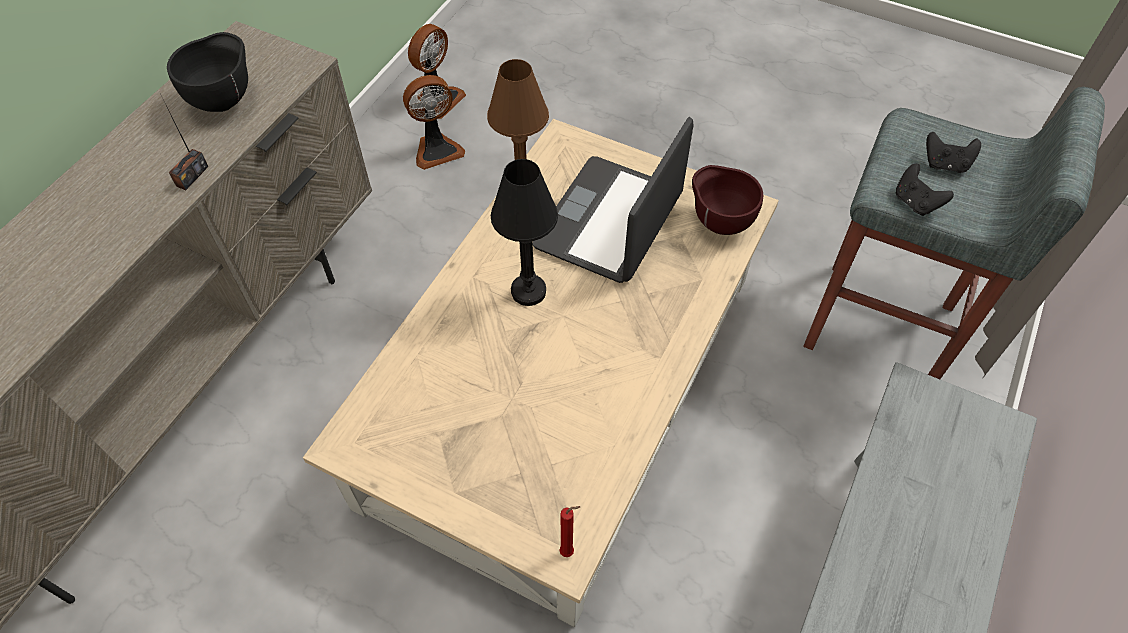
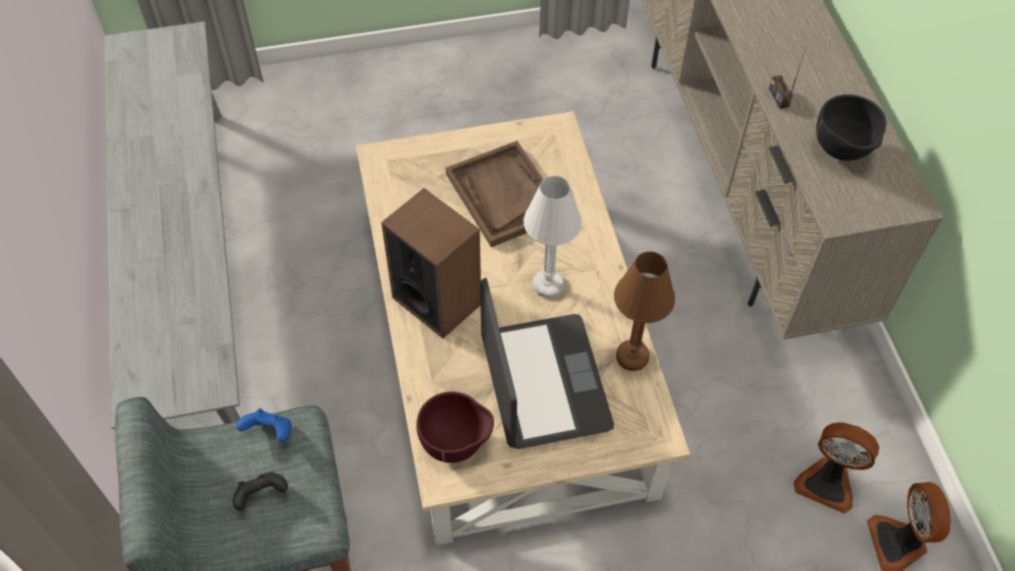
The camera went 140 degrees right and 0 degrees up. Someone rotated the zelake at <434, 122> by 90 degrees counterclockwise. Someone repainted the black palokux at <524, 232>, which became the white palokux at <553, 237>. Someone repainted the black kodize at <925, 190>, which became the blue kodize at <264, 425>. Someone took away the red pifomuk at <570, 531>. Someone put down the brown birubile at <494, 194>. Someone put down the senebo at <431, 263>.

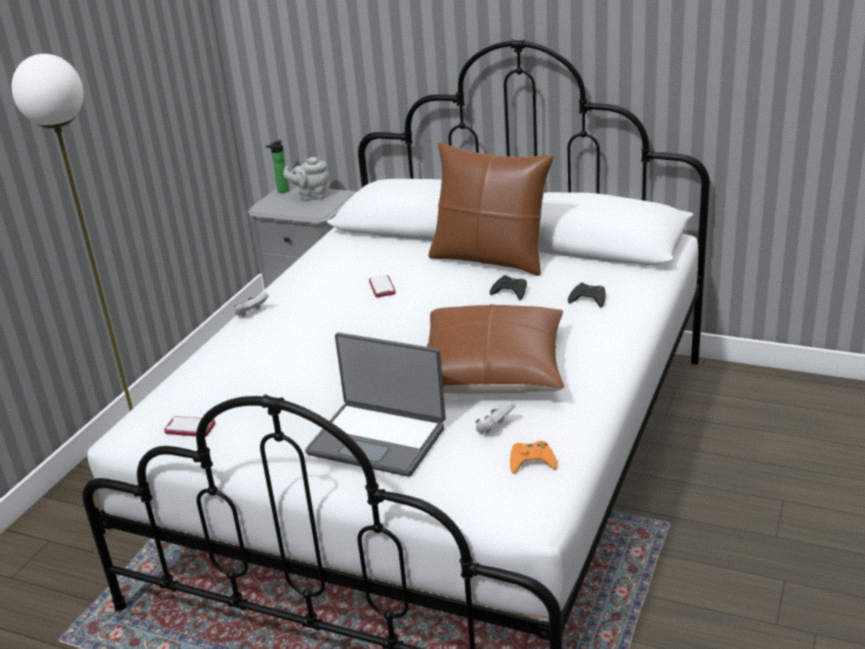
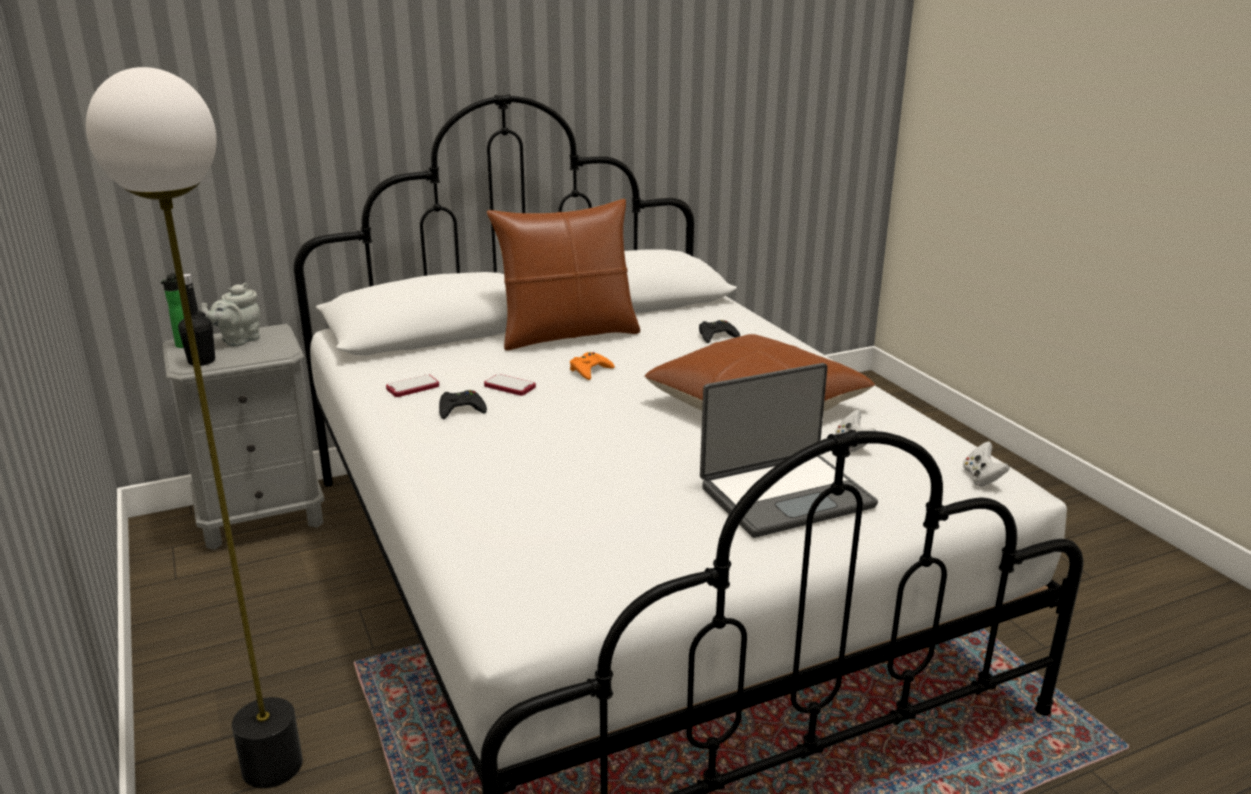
The camera went 50 degrees left and 5 degrees down. Someone carried the black kodize from <508, 287> to <463, 404>. Someone carried the white kodize from <251, 304> to <986, 464>. Someone carried the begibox from <189, 426> to <412, 385>. Someone carried the orange kodize from <533, 457> to <592, 366>. Someone put down the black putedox at <196, 320>.

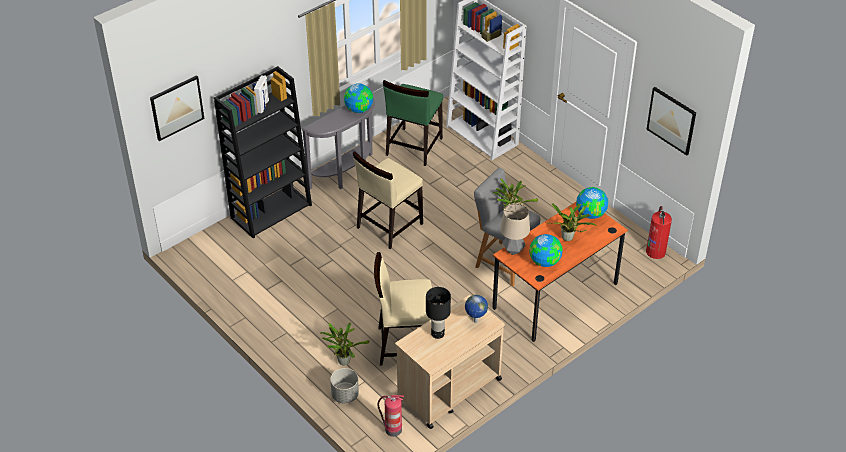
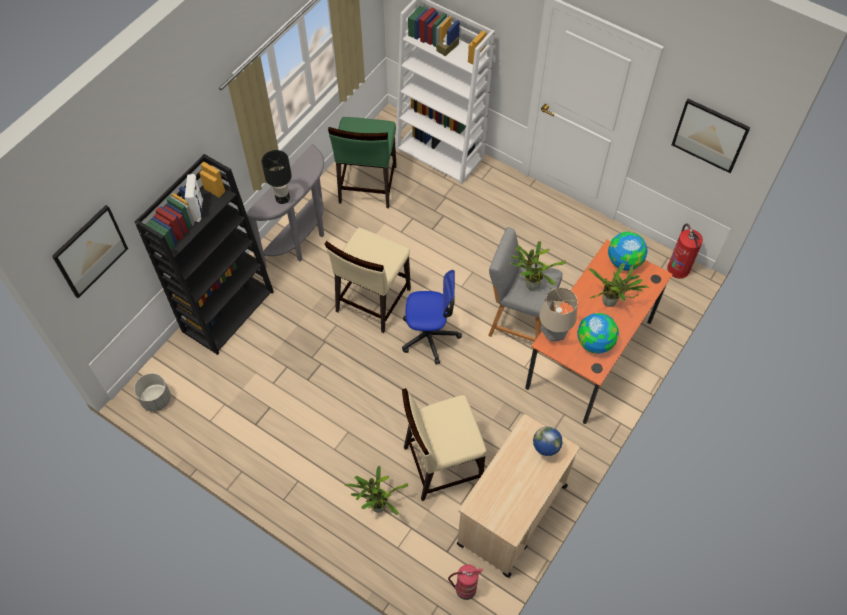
The camera went 15 degrees left and 15 degrees up. Someone took away the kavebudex at <358, 98>. Someone carried the black palokux from <438, 313> to <277, 177>. Someone carried the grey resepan from <344, 385> to <152, 392>. Someone put down the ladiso at <432, 317>.

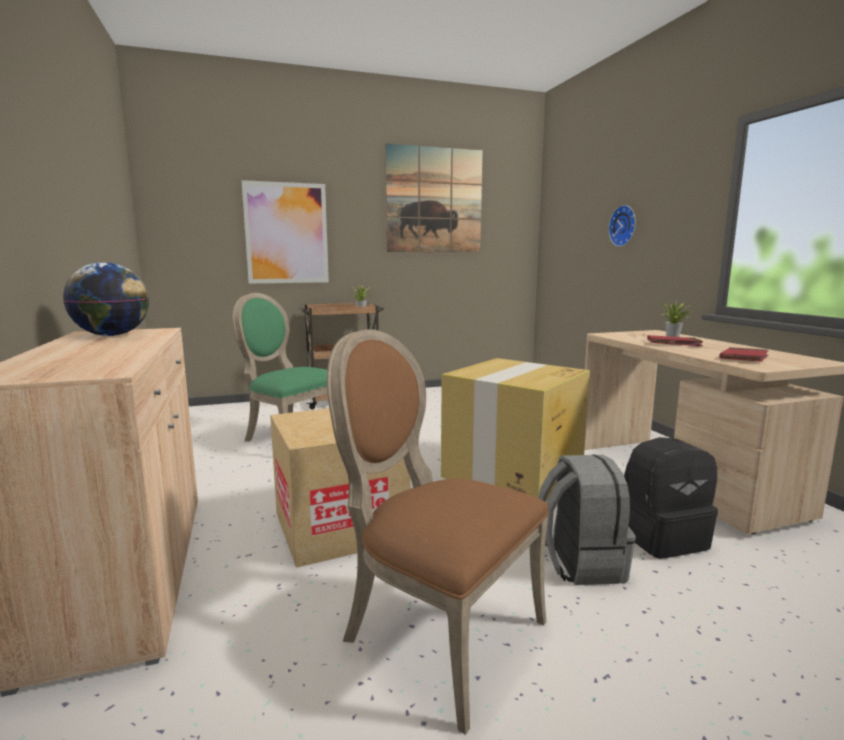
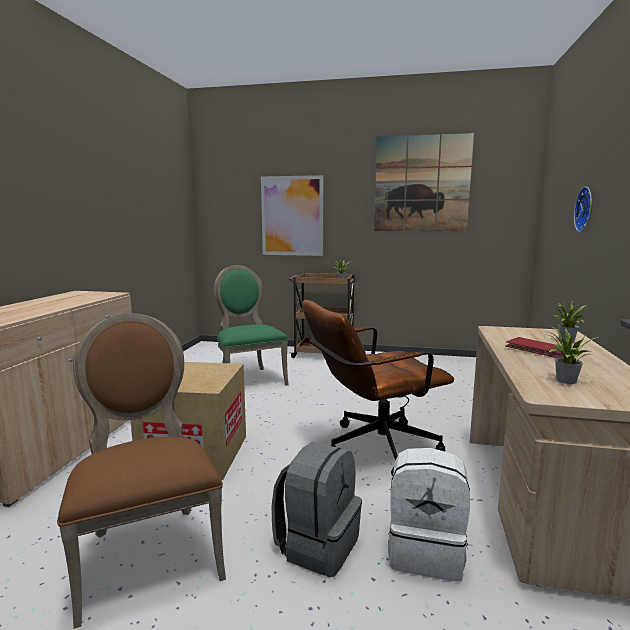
The camera went 30 degrees right and 0 degrees up. Someone took away the kavebudex at <106, 299>. Someone swapped the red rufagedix at <744, 354> for the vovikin at <571, 355>. Someone swapped the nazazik at <515, 429> for the brown ladiso at <378, 388>. Someone repainted the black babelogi at <671, 498>, which became the white babelogi at <429, 515>.

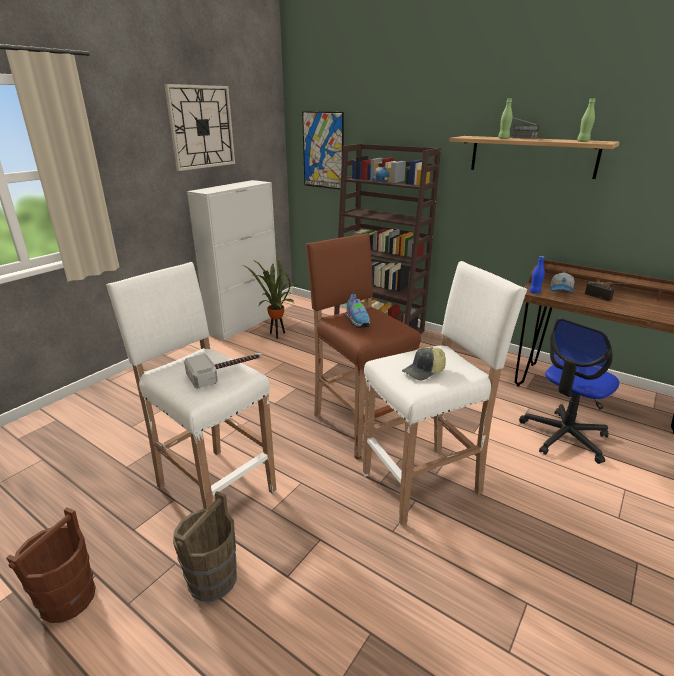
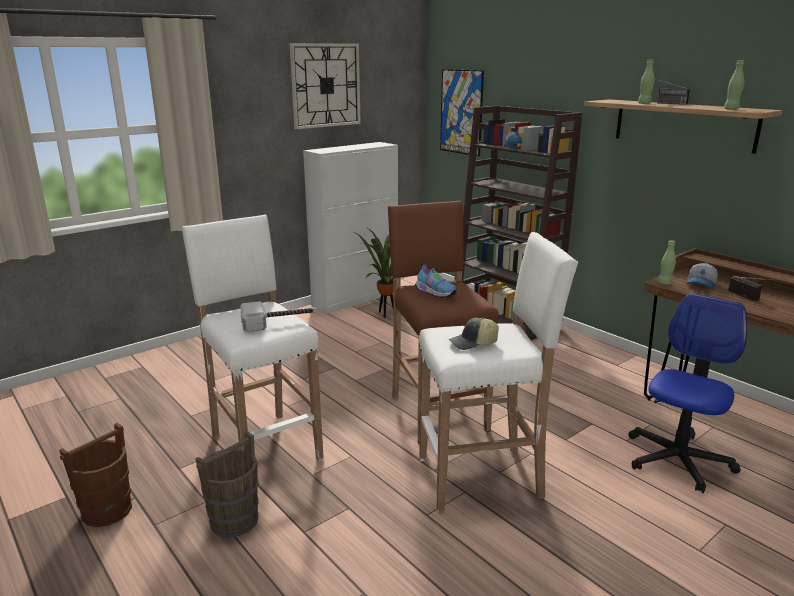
The camera went 15 degrees right and 5 degrees down. Someone repainted the blue putedox at <537, 274>, which became the green putedox at <667, 262>. Someone rotated the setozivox at <358, 310> by 45 degrees counterclockwise. Someone rotated the ladiso at <569, 391> by 150 degrees clockwise.

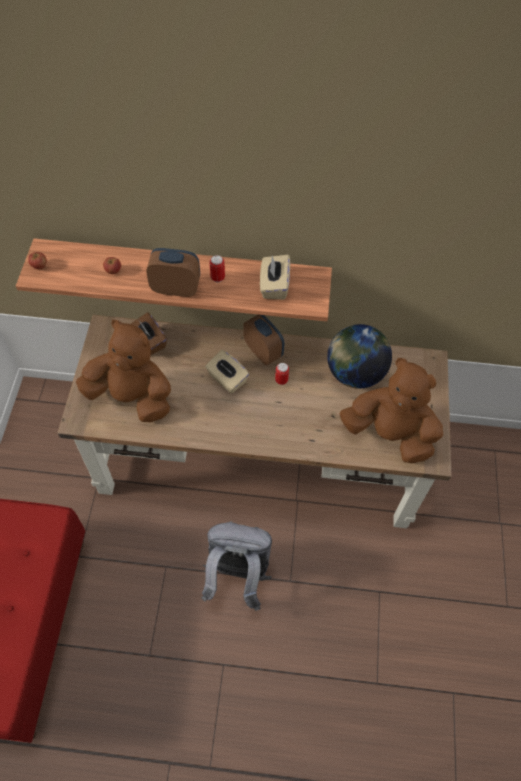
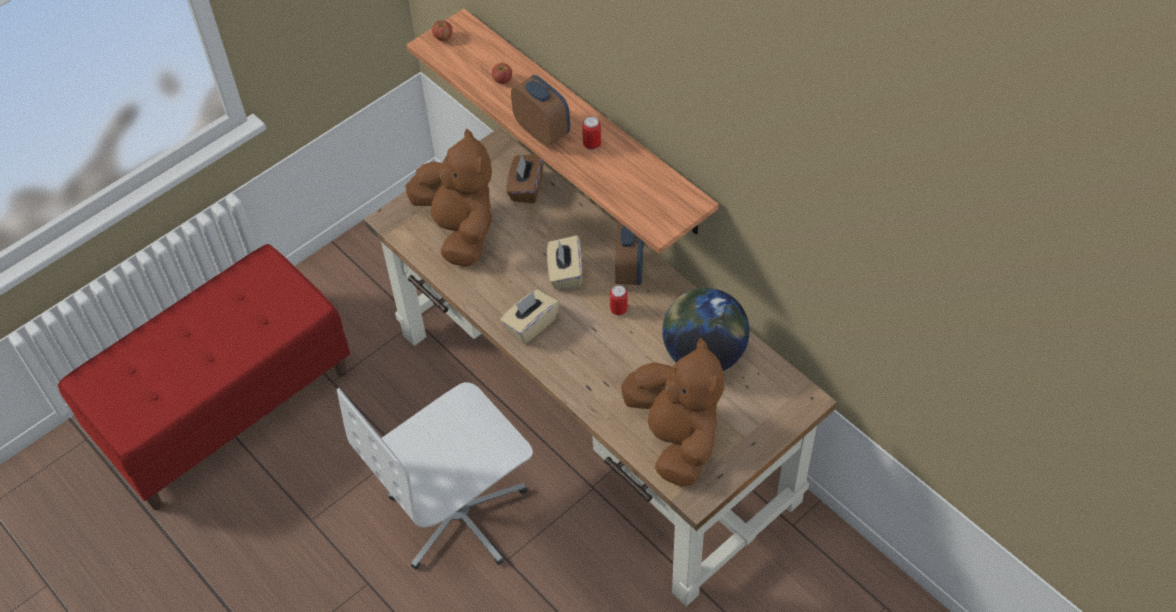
The camera went 45 degrees right and 5 degrees down. Someone carried the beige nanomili from <275, 277> to <529, 316>. Someone swapped the grey babelogi at <236, 566> for the white ladiso at <435, 476>.

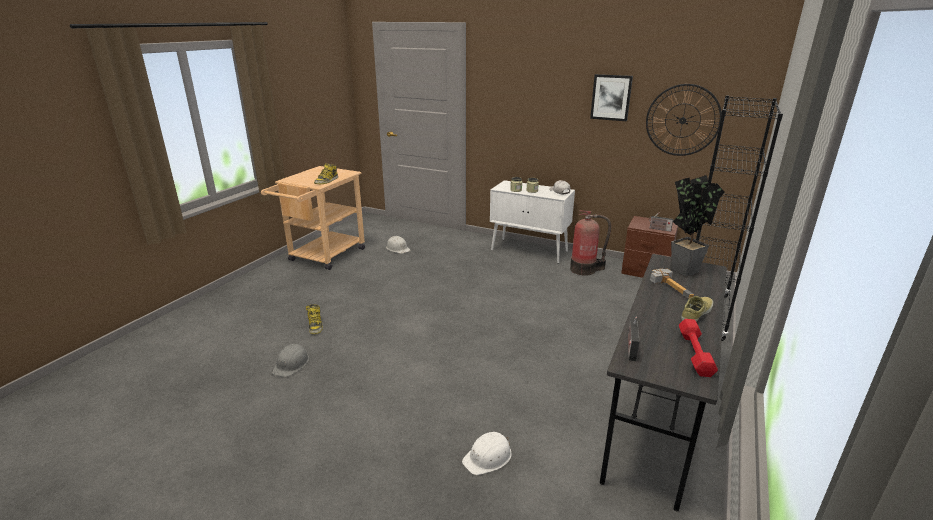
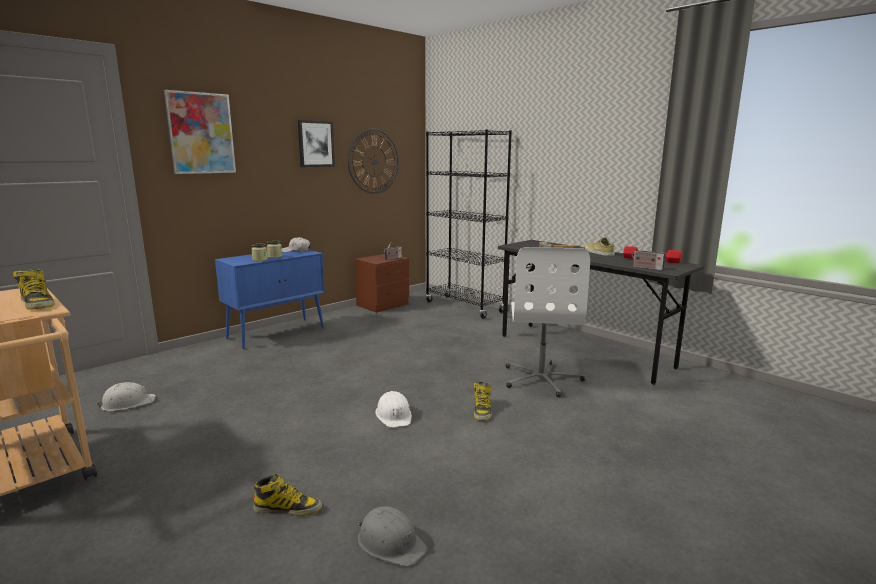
The camera went 70 degrees left and 10 degrees down. Someone took away the vovikin at <698, 225>. Someone repainted the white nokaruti at <532, 221>, which became the blue nokaruti at <270, 299>. Someone took away the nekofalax at <590, 242>. Someone carried the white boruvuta from <486, 453> to <393, 409>. Someone put up the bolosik at <200, 132>. Someone put down the white ladiso at <547, 322>. Someone put down the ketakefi at <482, 401>.

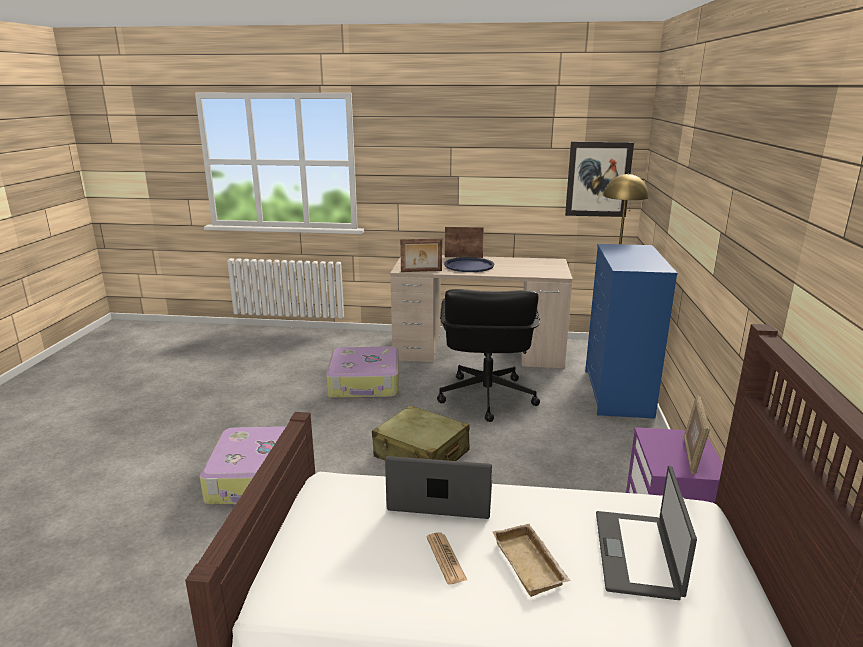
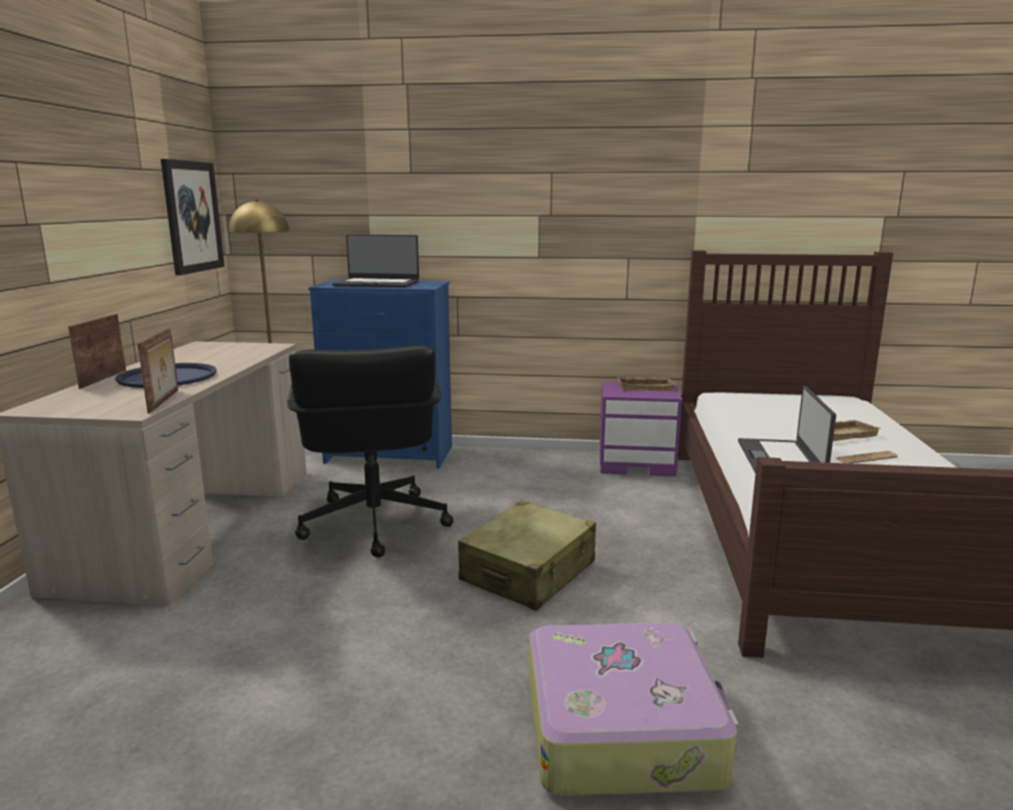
The camera went 90 degrees left and 5 degrees down. Someone rotated the black ladiso at <488, 355> by 75 degrees clockwise. Someone took away the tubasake at <362, 373>. Someone swapped the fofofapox at <697, 435> for the beige birubile at <646, 384>. Someone carried the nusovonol from <646, 533> to <375, 261>.

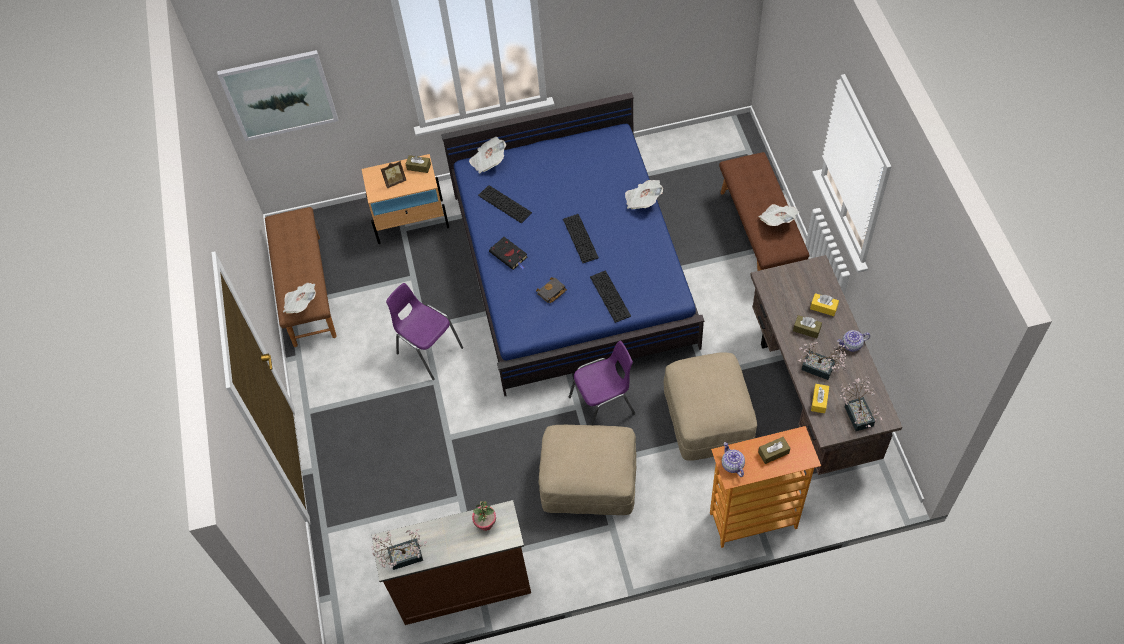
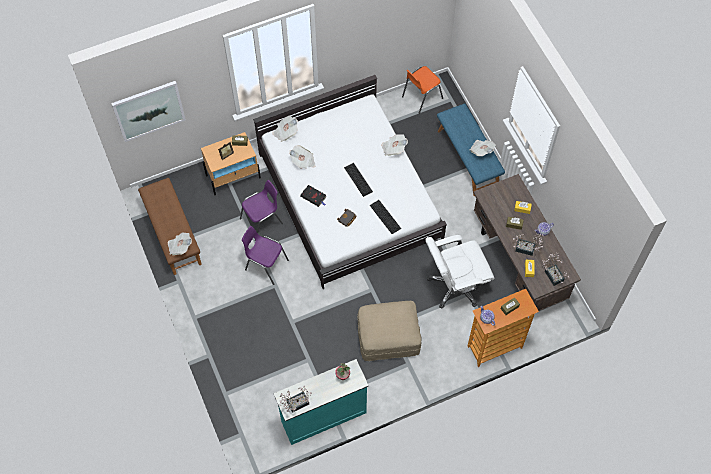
The camera went 15 degrees left and 5 degrees up. Someone repainted the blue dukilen at <572, 244>, which became the white dukilen at <350, 182>. Someone repainted the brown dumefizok at <764, 211>, which became the blue dumefizok at <471, 149>. Someone swapped the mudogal at <505, 204> for the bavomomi at <302, 157>. Someone carried the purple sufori from <602, 383> to <261, 210>. Someone swapped the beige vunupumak at <710, 406> for the white ladiso at <459, 272>. Someone repainted the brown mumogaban at <451, 562>, which became the turquoise mumogaban at <321, 402>. Someone put down the orange sufori at <422, 90>.

